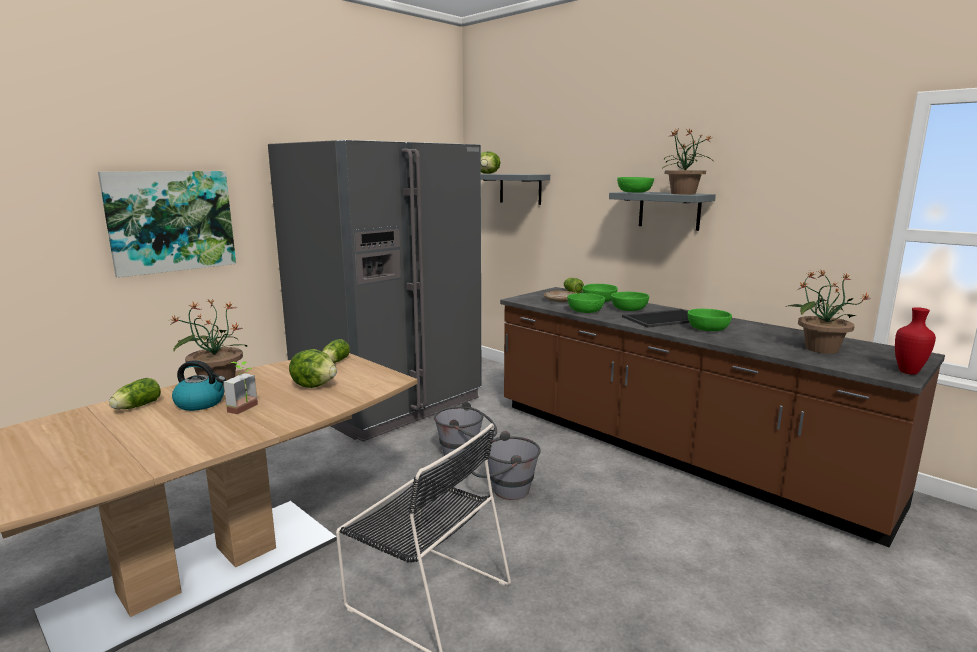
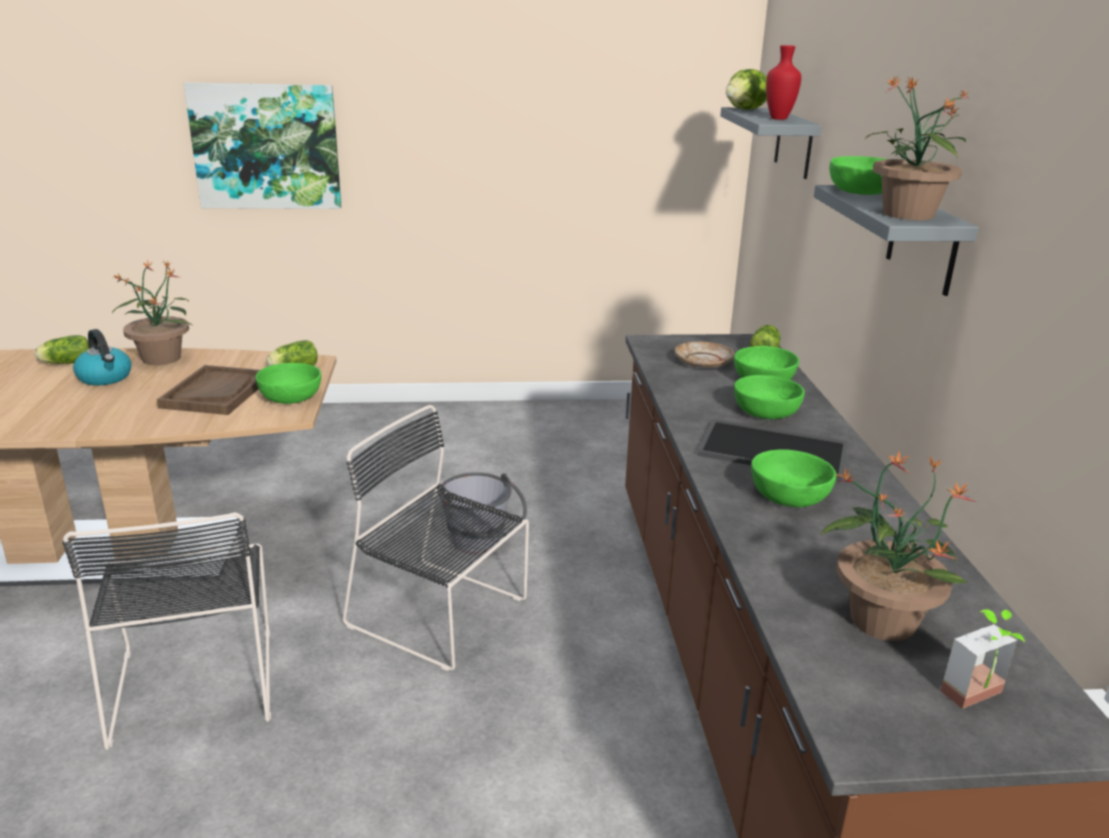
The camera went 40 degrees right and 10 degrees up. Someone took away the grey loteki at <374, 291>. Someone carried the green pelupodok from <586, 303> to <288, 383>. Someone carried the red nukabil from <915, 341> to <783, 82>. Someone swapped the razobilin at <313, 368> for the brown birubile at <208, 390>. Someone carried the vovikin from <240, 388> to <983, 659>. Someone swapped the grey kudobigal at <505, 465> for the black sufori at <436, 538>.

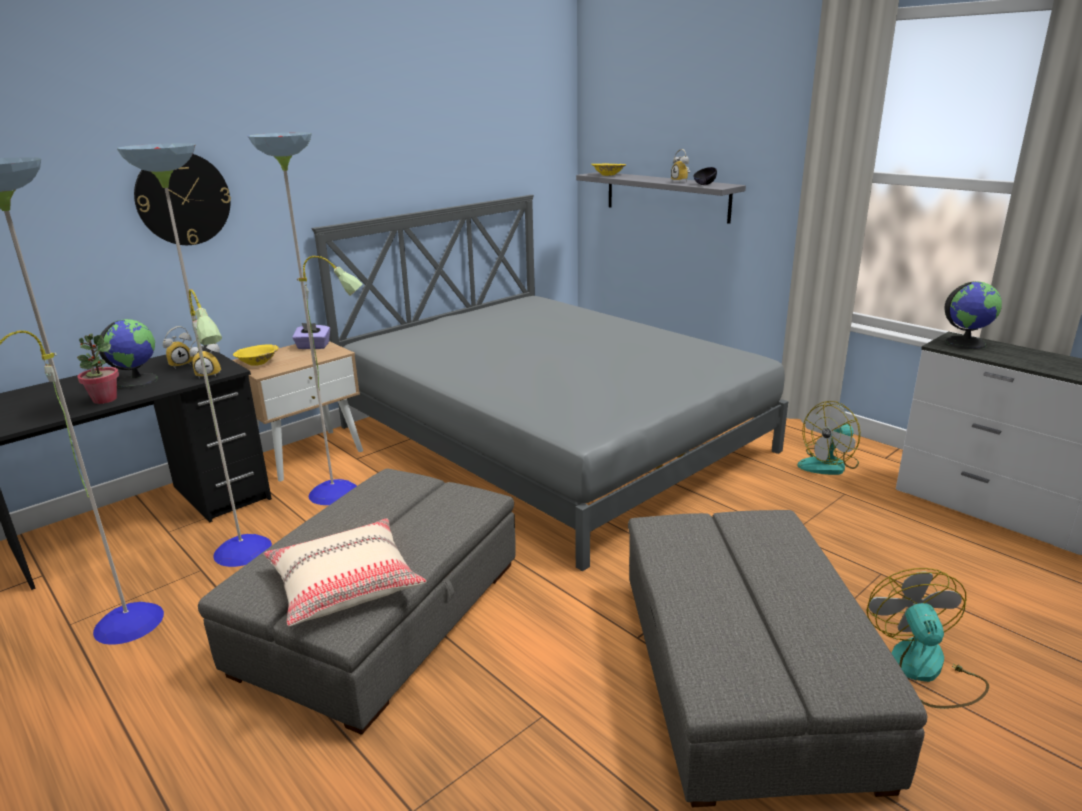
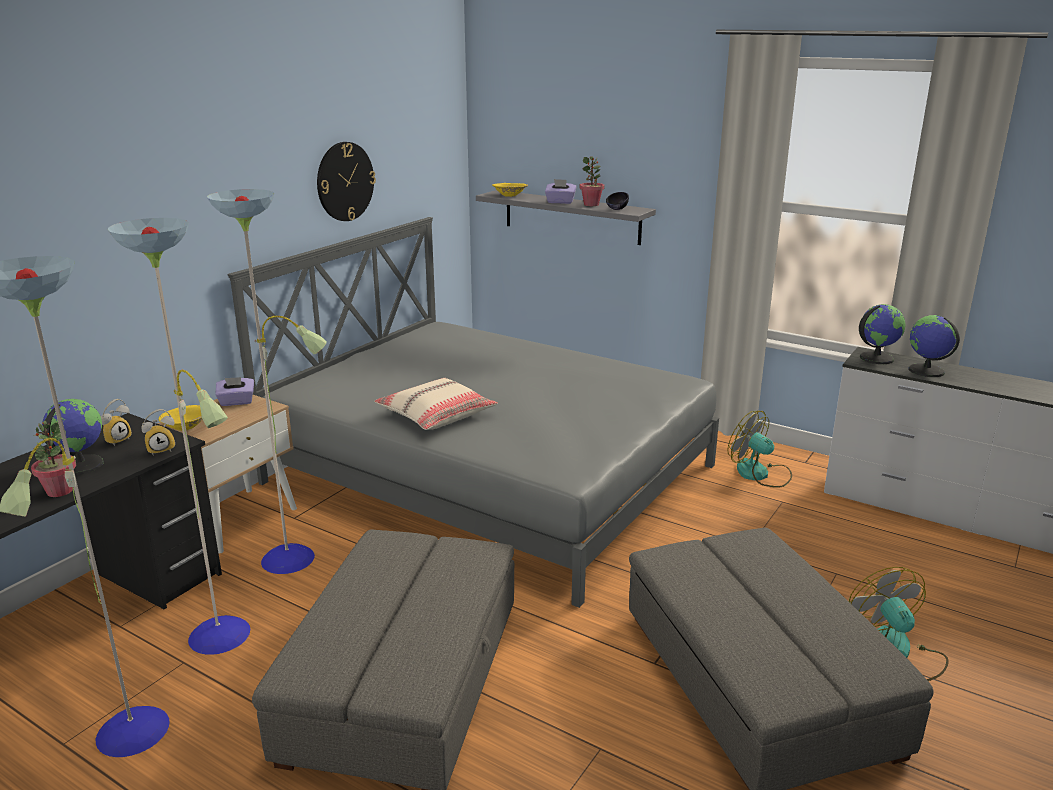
The camera went 15 degrees left and 0 degrees up. Someone swapped the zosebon at <680, 165> for the vovikin at <592, 181>. Someone carried the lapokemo from <182, 199> to <346, 181>. Someone rotated the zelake at <829, 438> by 90 degrees clockwise. Someone carried the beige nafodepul from <345, 572> to <436, 404>. Someone put down the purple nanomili at <560, 191>. Someone put down the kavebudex at <934, 346>.

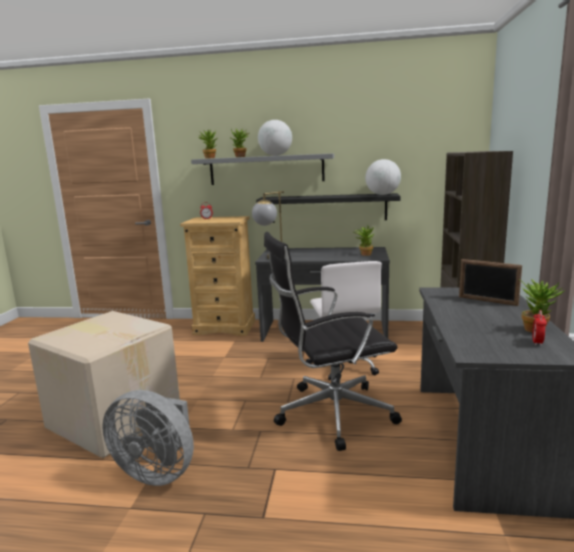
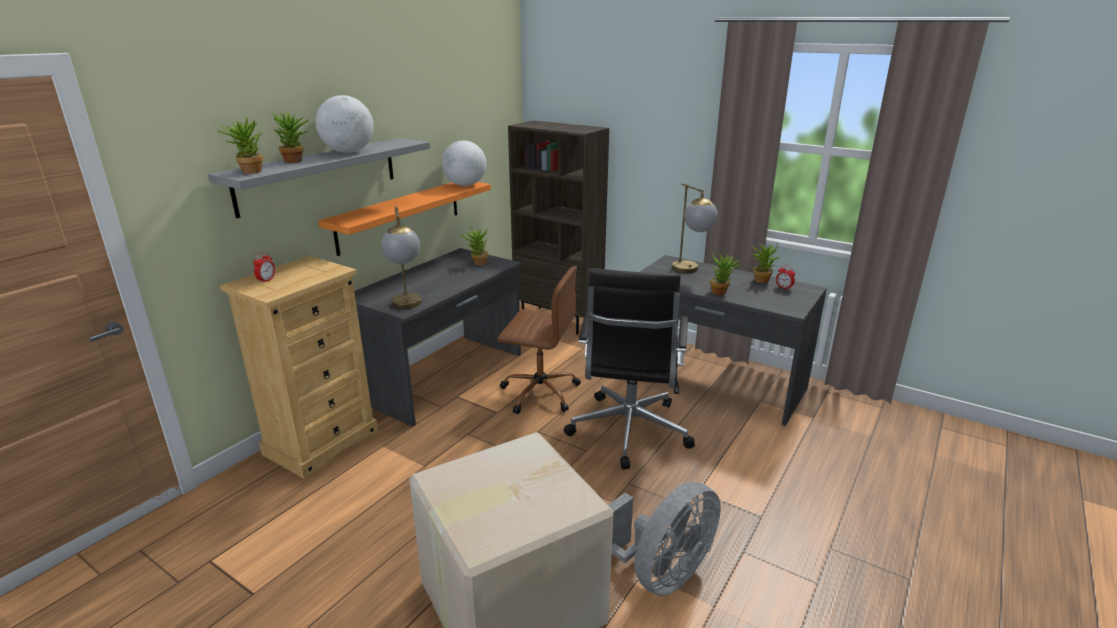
The camera went 65 degrees left and 10 degrees up. Someone repainted the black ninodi at <328, 208>, which became the orange ninodi at <404, 219>. Someone swapped the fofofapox at <490, 282> for the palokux at <695, 228>. Someone repainted the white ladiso at <344, 320>, which became the brown ladiso at <539, 340>. Someone put down the vovikin at <725, 274>.

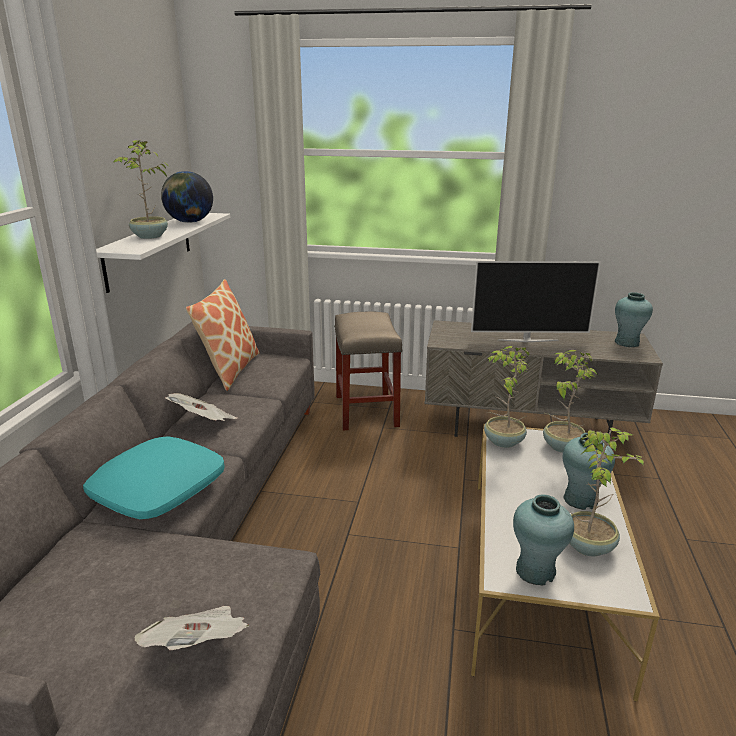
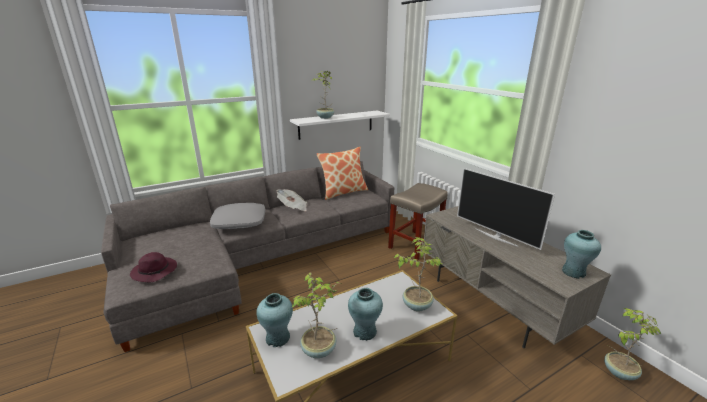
The camera went 50 degrees right and 0 degrees up. Someone took away the kavebudex at <187, 197>. Someone carried the vovikin from <507, 397> to <633, 344>. Someone repainted the turquoise nafodepul at <154, 477>, which became the grey nafodepul at <237, 216>. Someone swapped the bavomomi at <191, 628> for the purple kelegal at <153, 267>.

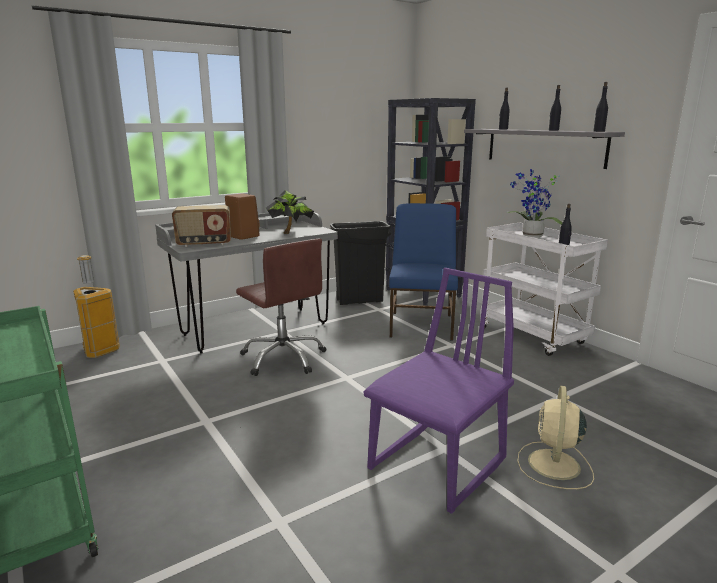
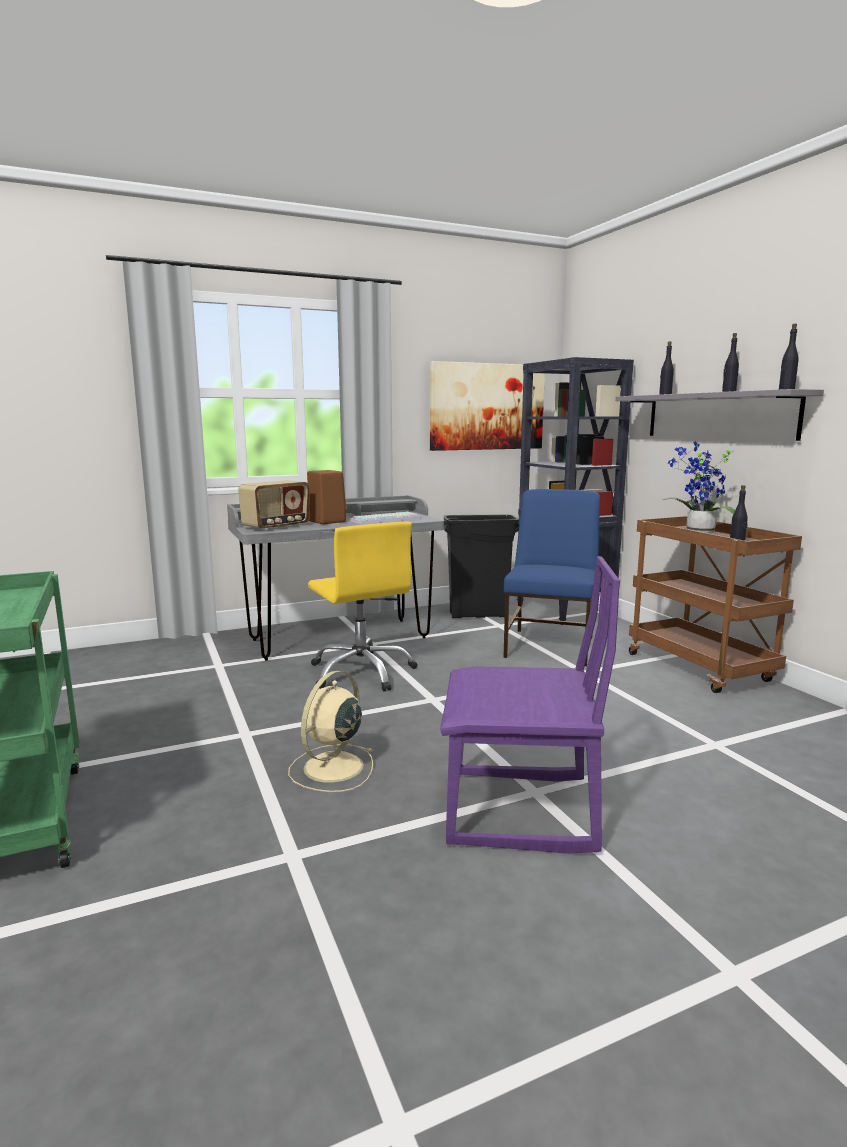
The camera went 10 degrees right and 5 degrees down. Someone swapped the vovikin at <290, 212> for the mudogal at <385, 518>. Someone rotated the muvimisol at <201, 226> by 45 degrees counterclockwise. Someone repainted the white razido at <544, 289>, which became the brown razido at <715, 604>. Someone repainted the brown ladiso at <281, 307>, which became the yellow ladiso at <362, 607>. Someone took away the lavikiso at <96, 306>. Someone rotated the purple sufori at <438, 391> by 45 degrees clockwise. Someone carried the beige zelake from <555, 437> to <331, 731>. Someone put up the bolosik at <487, 406>.

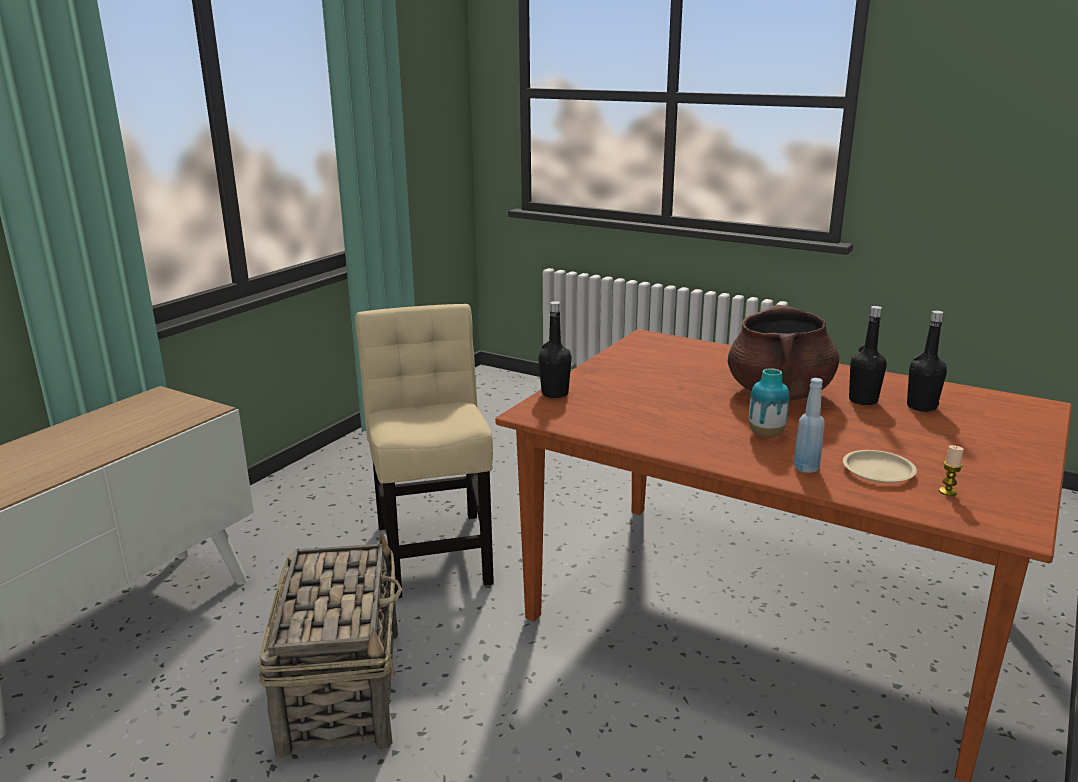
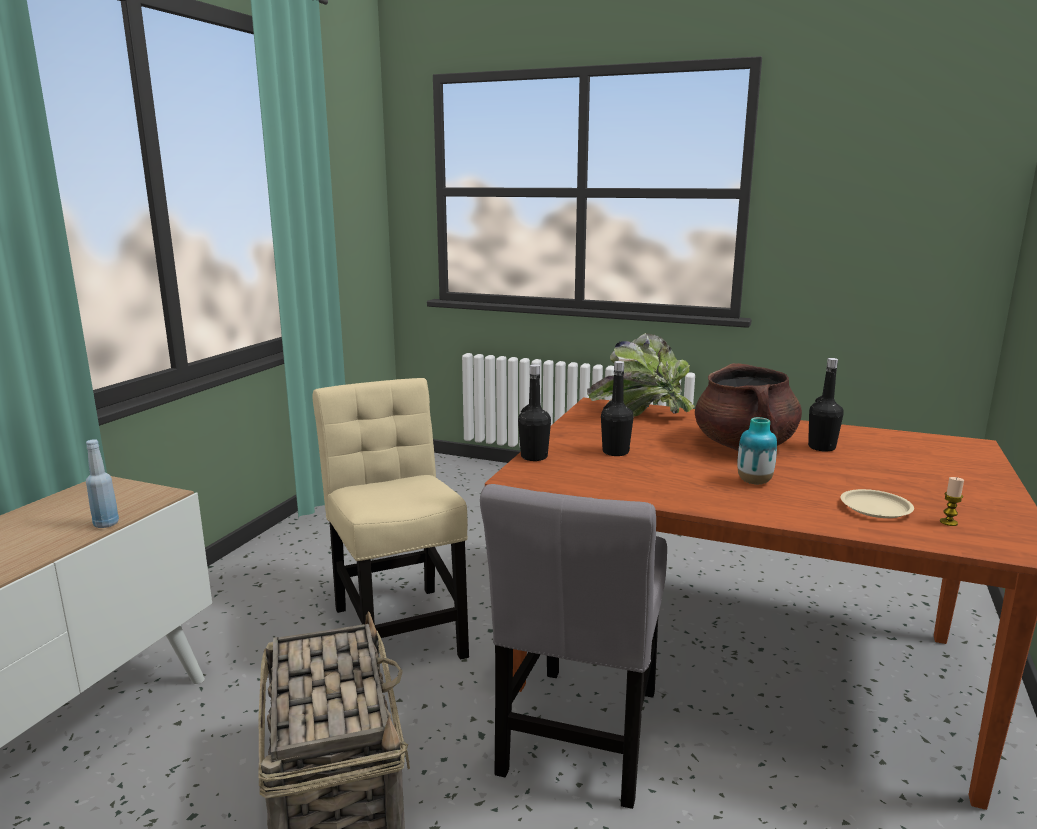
The camera went 10 degrees left and 5 degrees down. Someone carried the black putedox from <927, 361> to <617, 408>. Someone carried the blue putedox from <809, 425> to <102, 483>. Someone put down the vovikin at <641, 375>. Someone put down the grey sufori at <573, 646>.

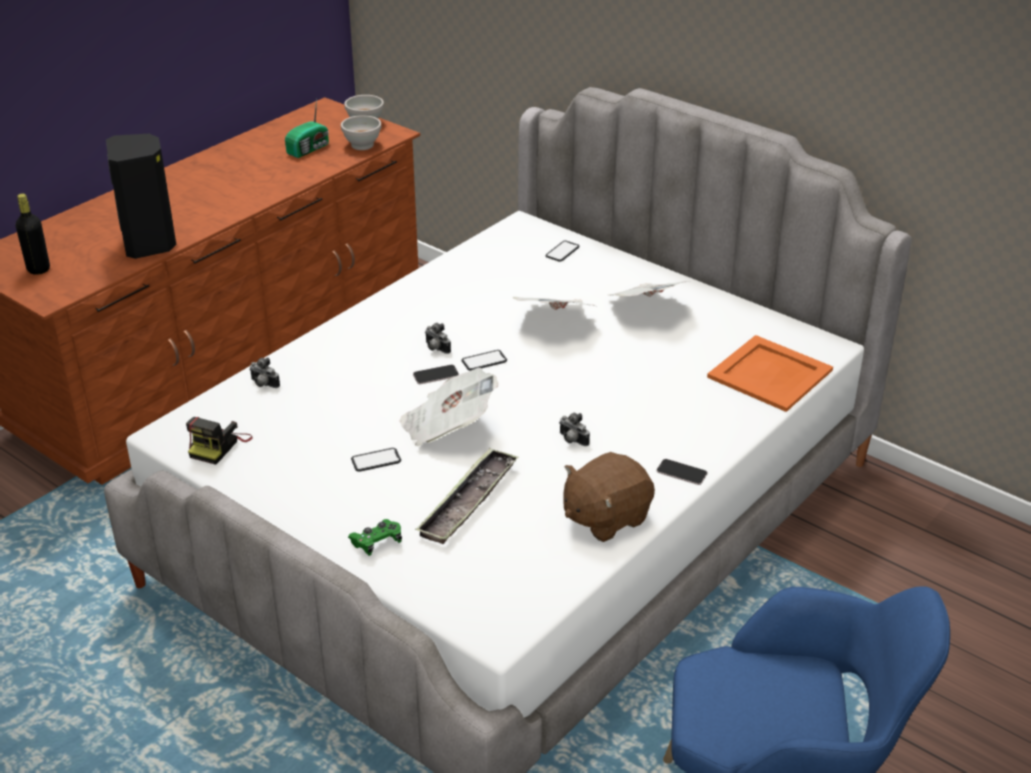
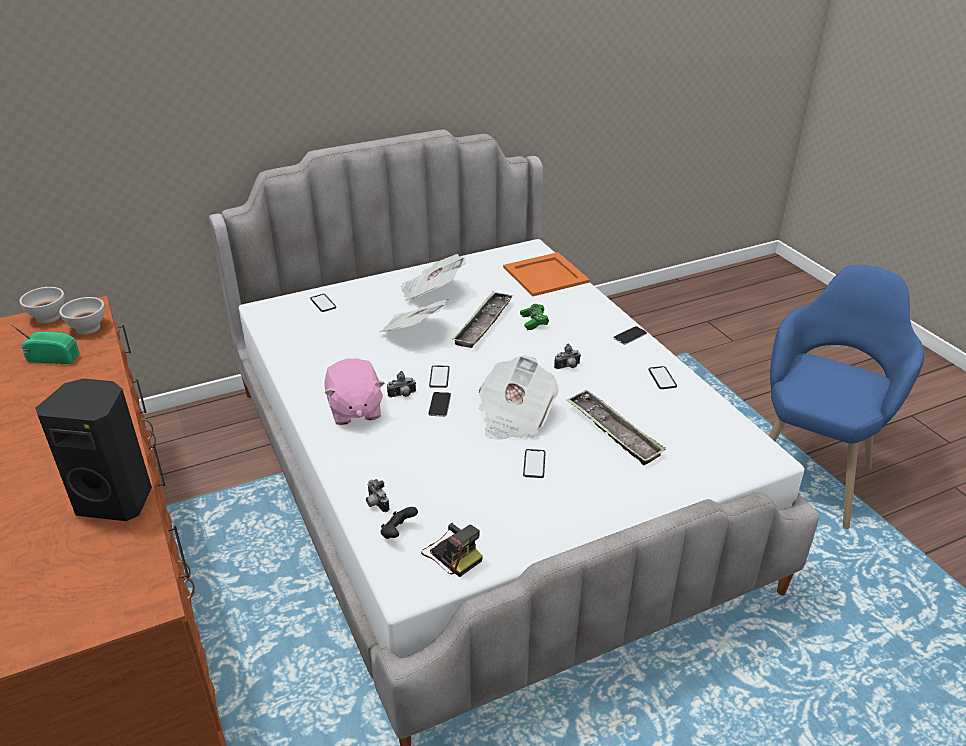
The camera went 65 degrees left and 0 degrees up. Someone rotated the muvimisol at <307, 128> by 60 degrees counterclockwise. Someone took away the black putedox at <33, 234>. Someone rotated the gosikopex at <264, 372> by 90 degrees clockwise. Someone swapped the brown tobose at <609, 497> for the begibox at <663, 377>. Someone carried the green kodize from <375, 537> to <534, 317>. Someone put down the birubile at <482, 320>. Someone put down the pink tobose at <354, 391>. Someone put down the black kodize at <399, 523>.

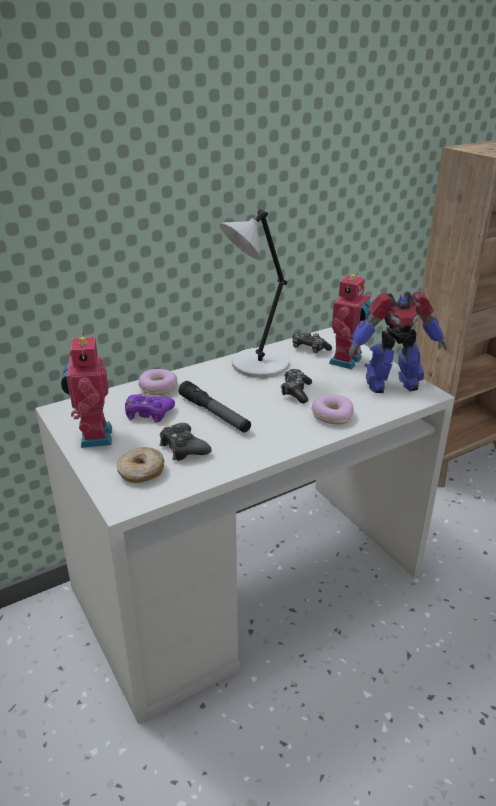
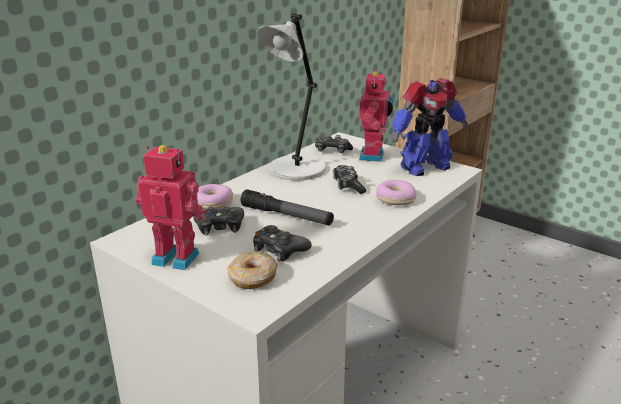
The camera went 20 degrees left and 5 degrees down. Someone rotated the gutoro at <86, 390> by 135 degrees clockwise. Someone repainted the purple kodize at <150, 408>, which became the black kodize at <218, 220>.

